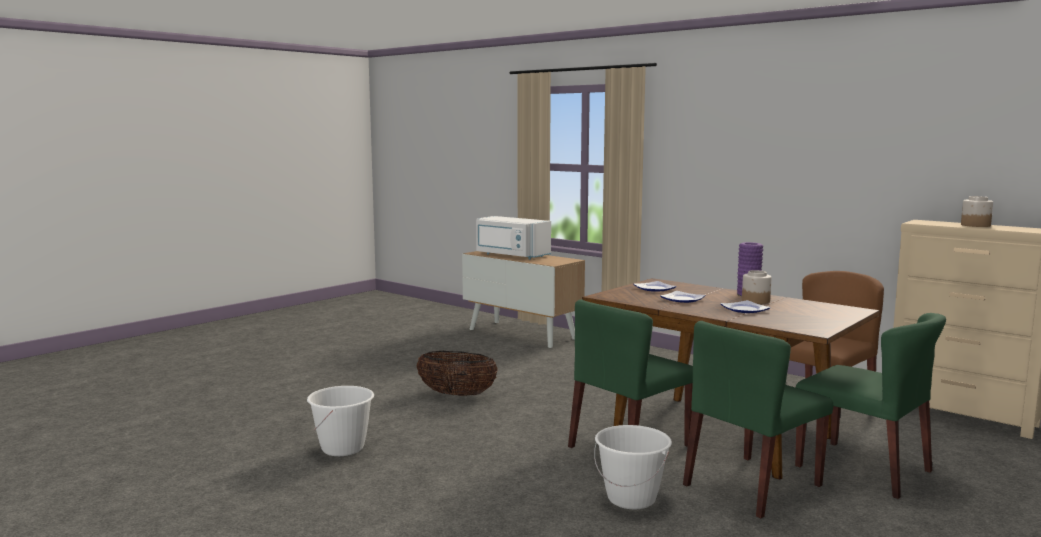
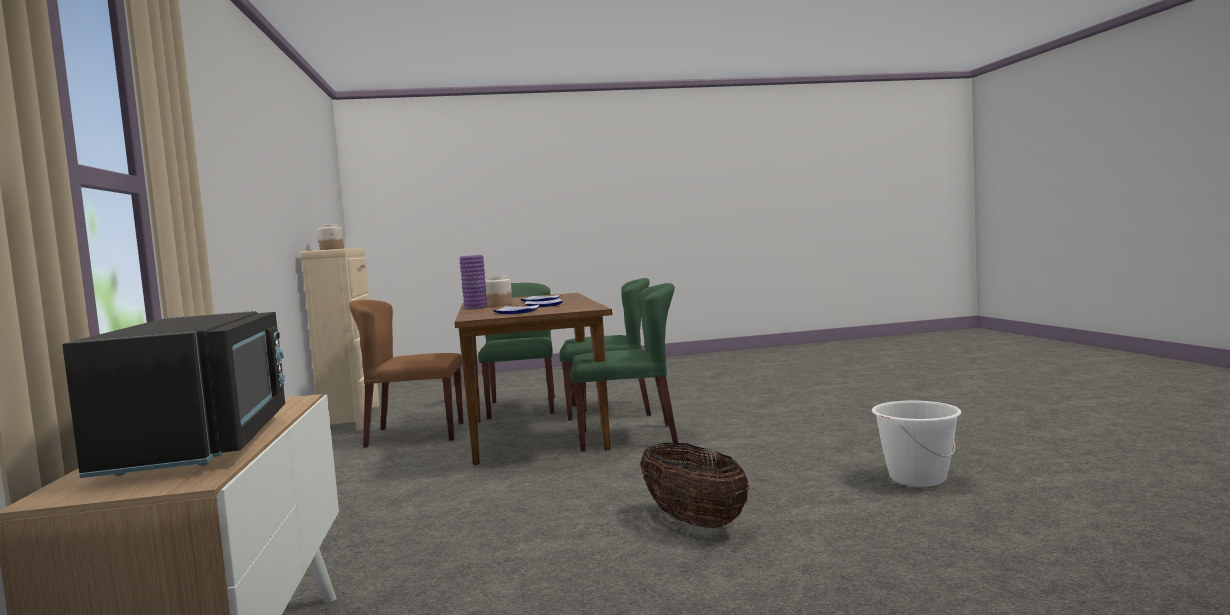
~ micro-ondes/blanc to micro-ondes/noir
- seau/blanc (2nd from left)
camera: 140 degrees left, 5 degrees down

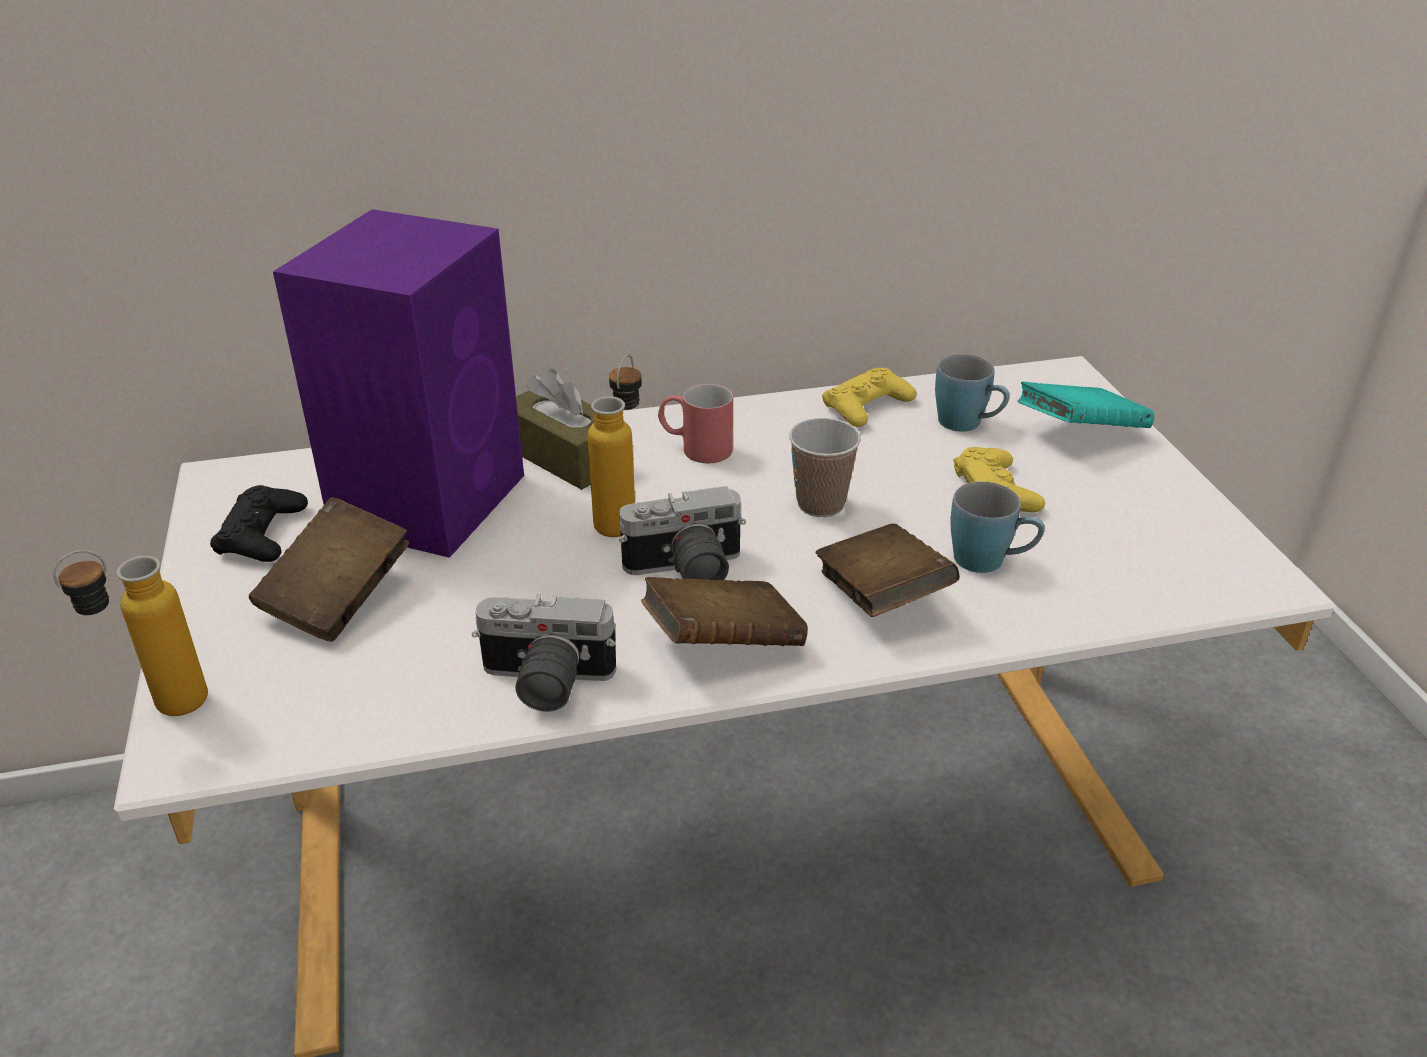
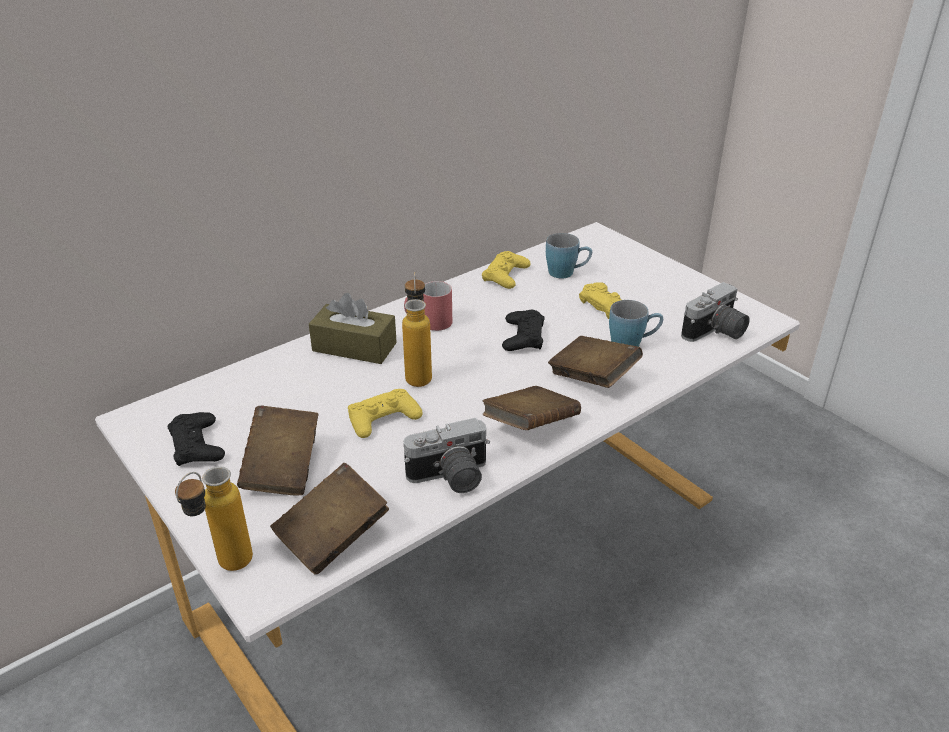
- enceinte/violet
- livre/turquoise
~ tasse to manette/noir (2nd from left)
~ appareil photo (2nd from left)
+ manette/jaune (1st from left)
+ livre/marron (2nd from left)
camera: 25 degrees left, 0 degrees up

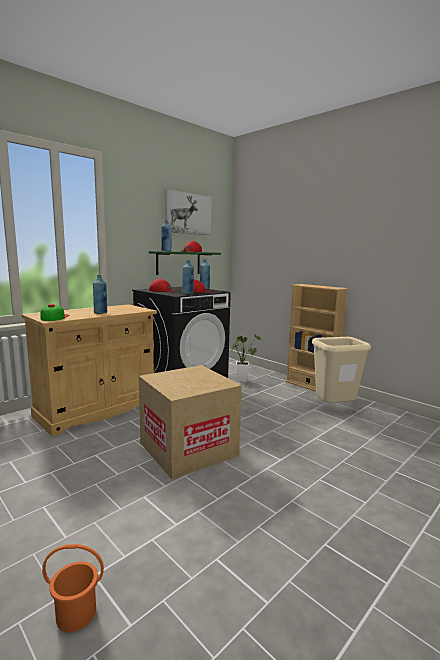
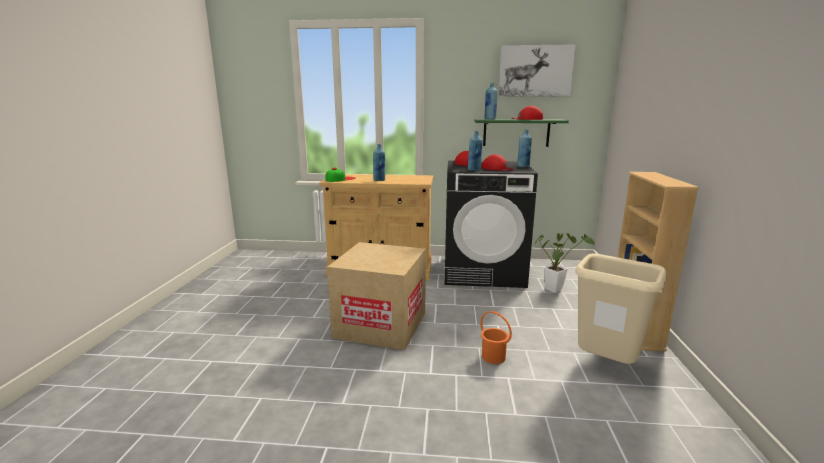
~ seau/orange
camera: 50 degrees right, 5 degrees up

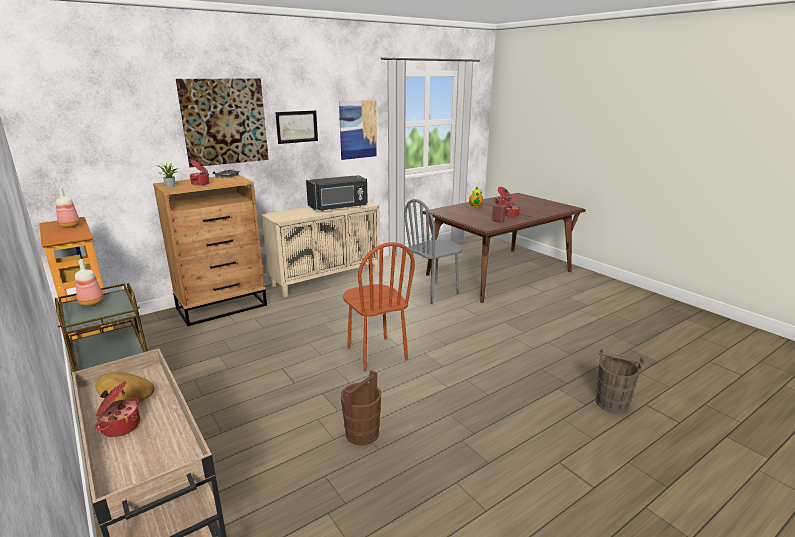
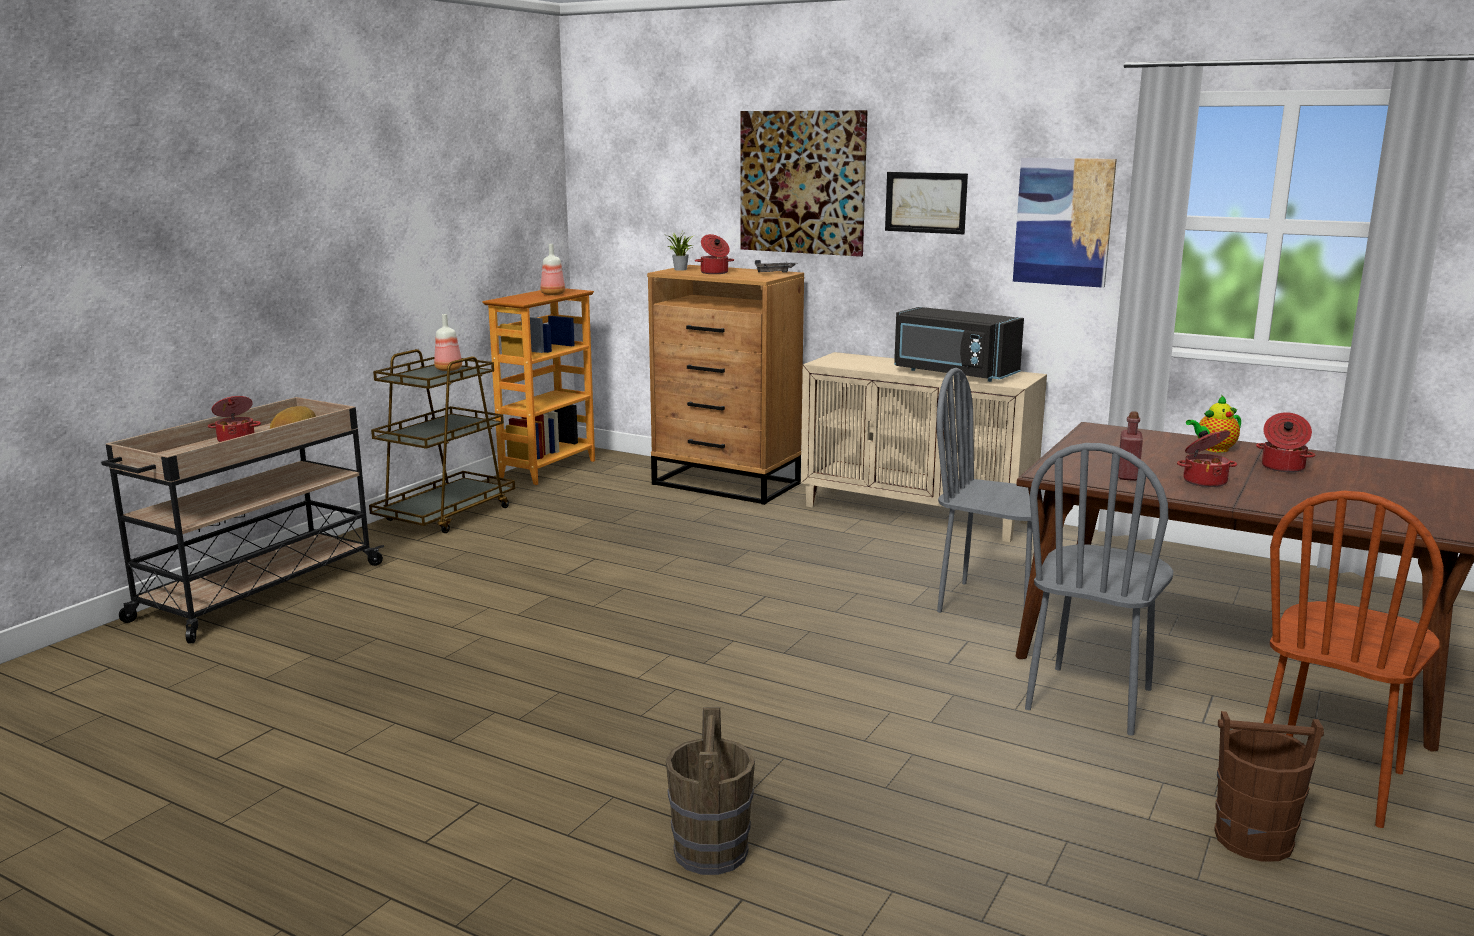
~ chaise/marron
~ seau/marron (1st from left in the first image) to seau/marron (2nd from left)
+ chaise/gris (2nd from left)
camera: 65 degrees right, 5 degrees down

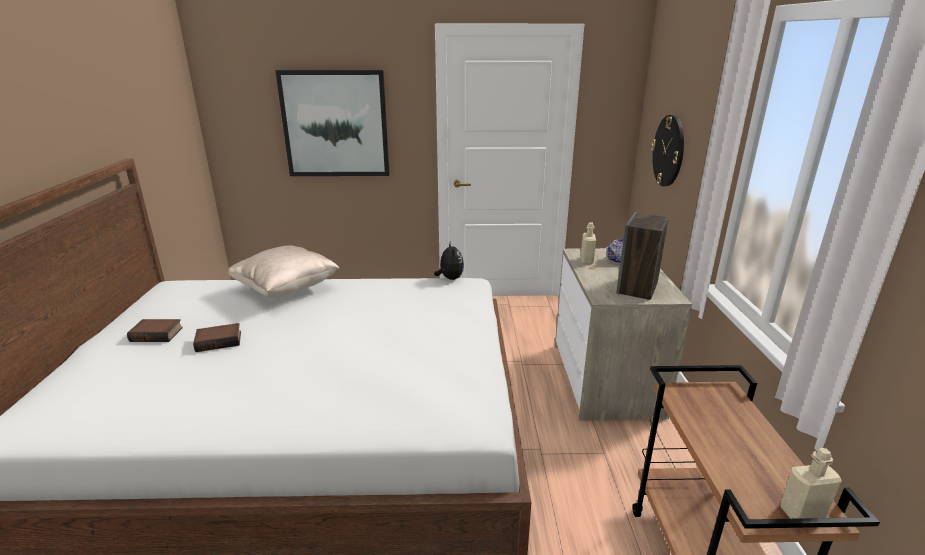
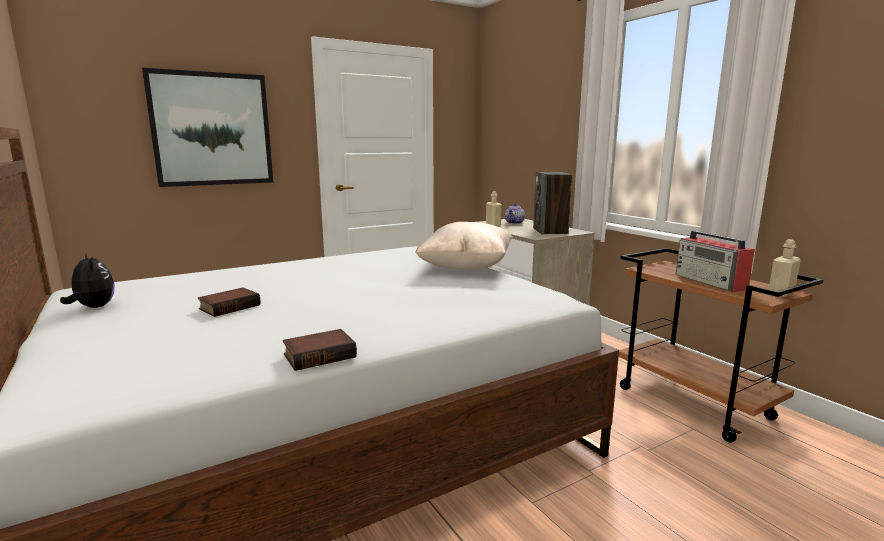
- horloge murale
~ peluche
~ coussin/beige
~ livre (1st from left in the first image) to livre (2nd from left)
+ radio
camera: 30 degrees left, 10 degrees down

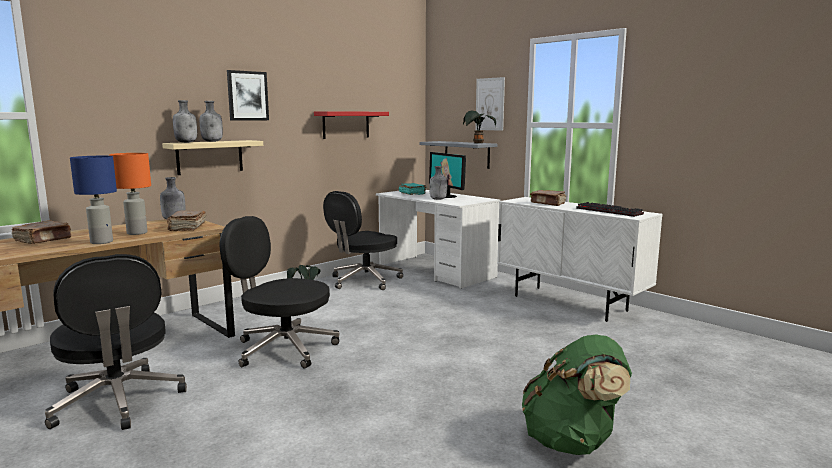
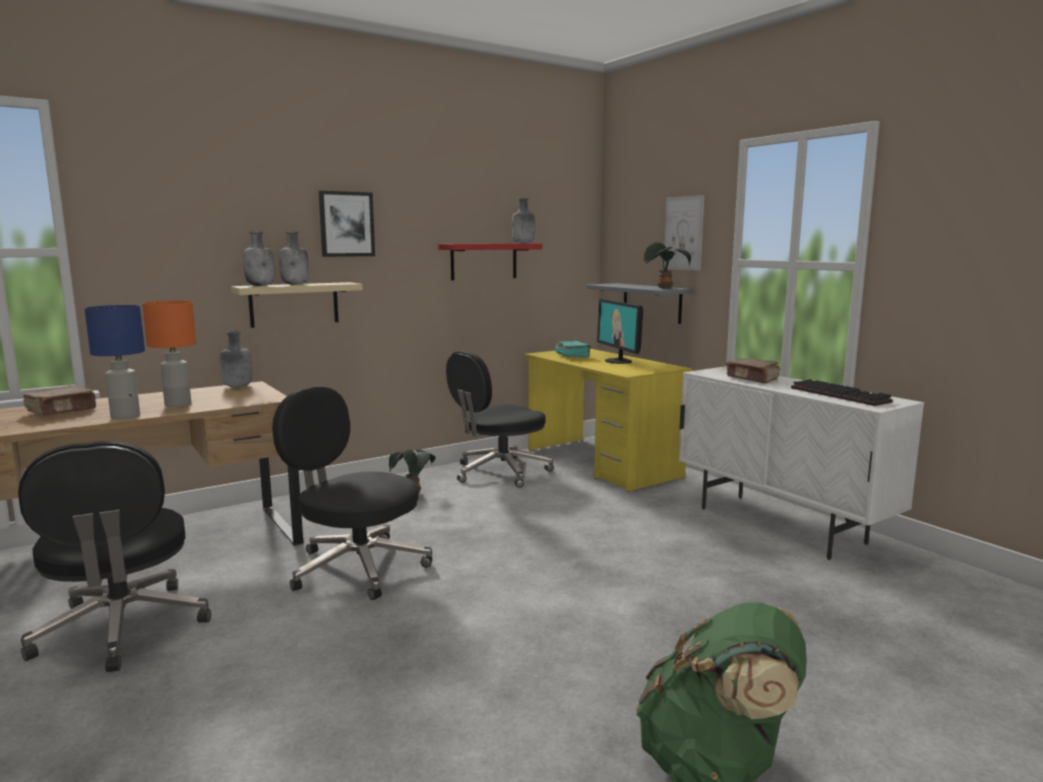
~ bouteille/gris (4th from left)
~ bureau/blanc to bureau/jaune
- livre/marron (2nd from left)
camera: 10 degrees right, 0 degrees up

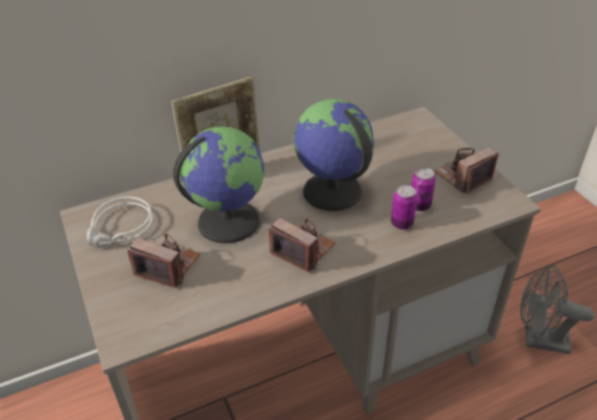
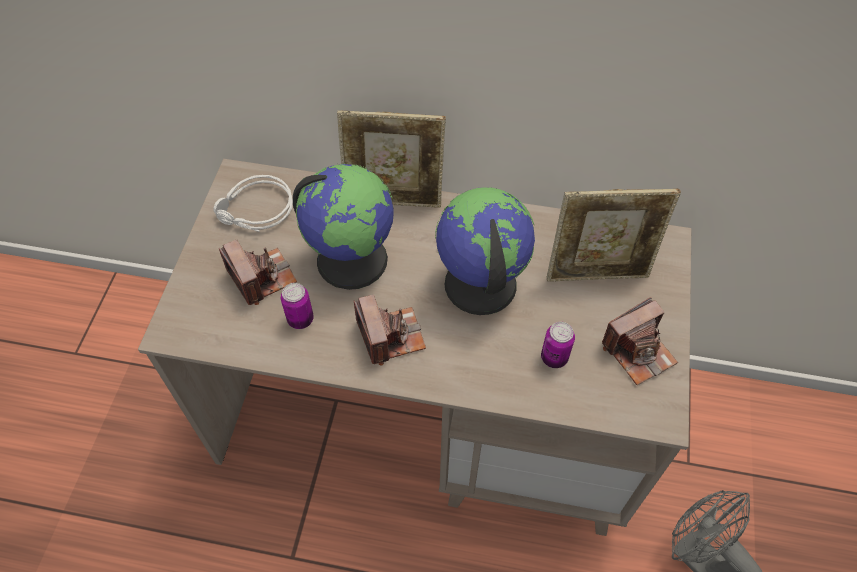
~ appareil photo (3rd from left) 150 degrees clockwise
~ boîte métallique (1st from left)
+ cadre photo (2nd from left)
camera: 35 degrees right, 15 degrees up

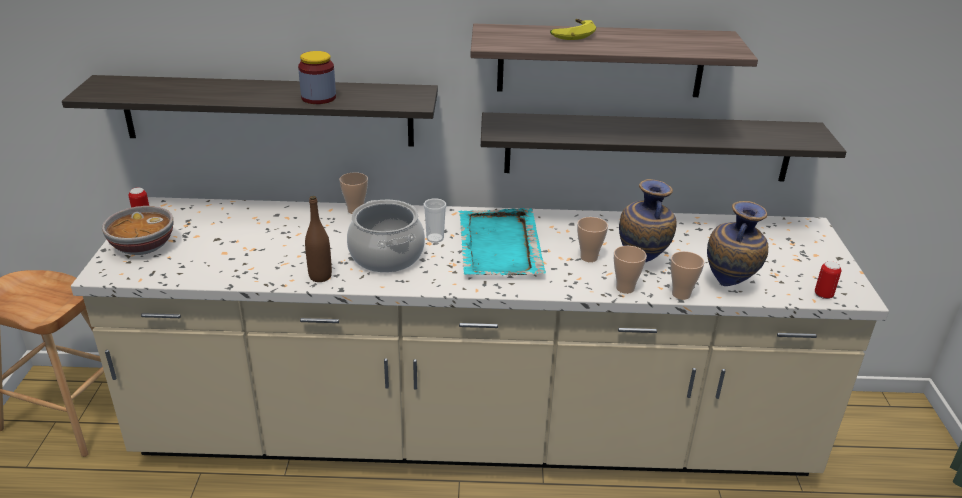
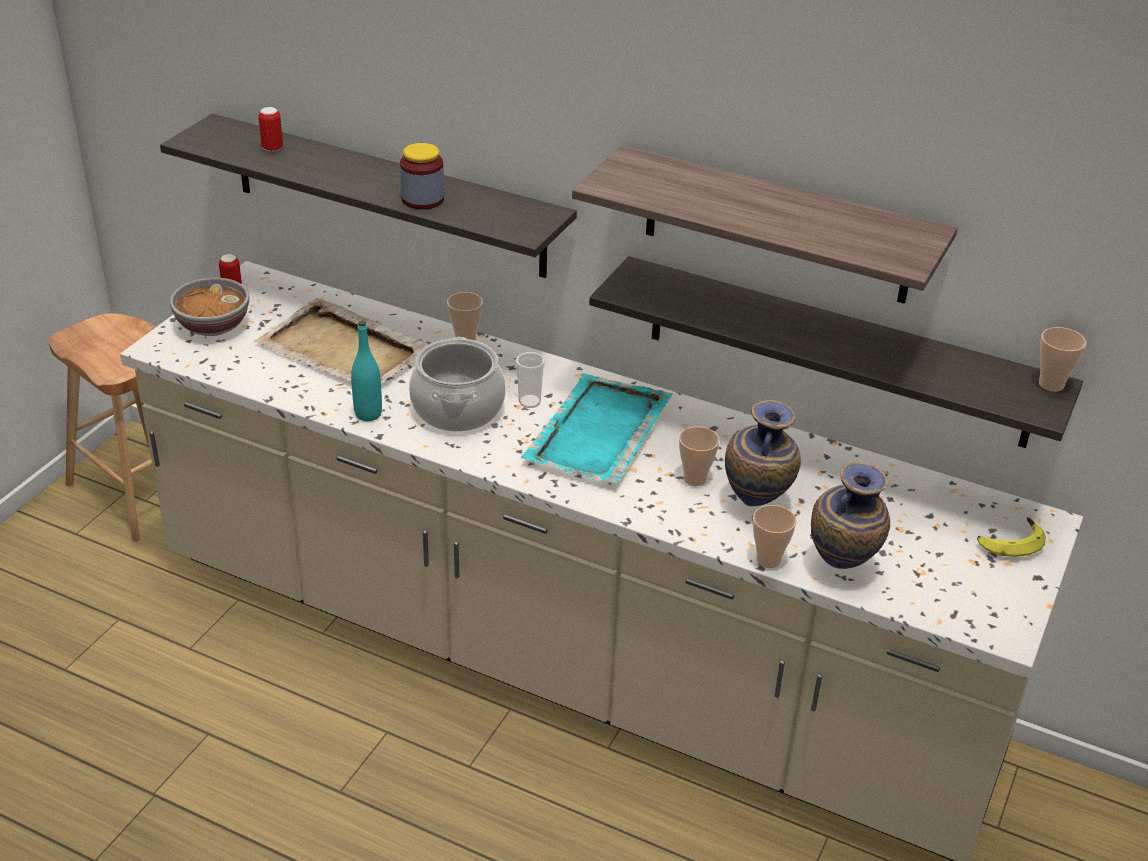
~ banane
~ bouteille/marron to bouteille/turquoise
~ tasse (4th from left in the first image) to tasse (5th from left)
~ boîte métallique (2nd from left)
+ plateau/beige
camera: 25 degrees right, 5 degrees up

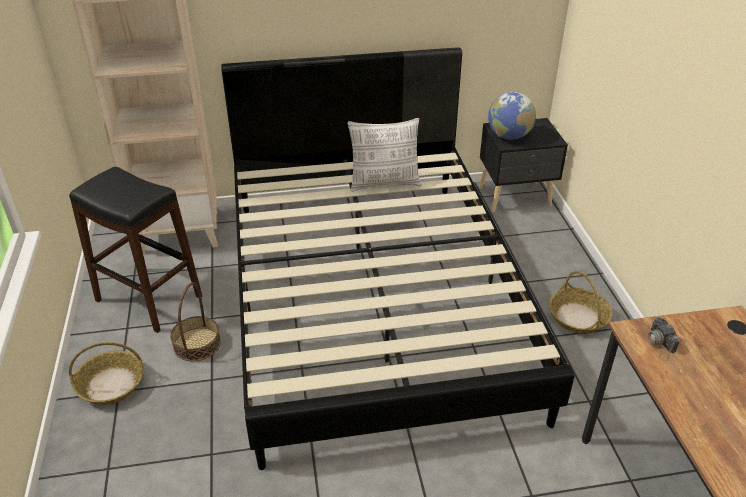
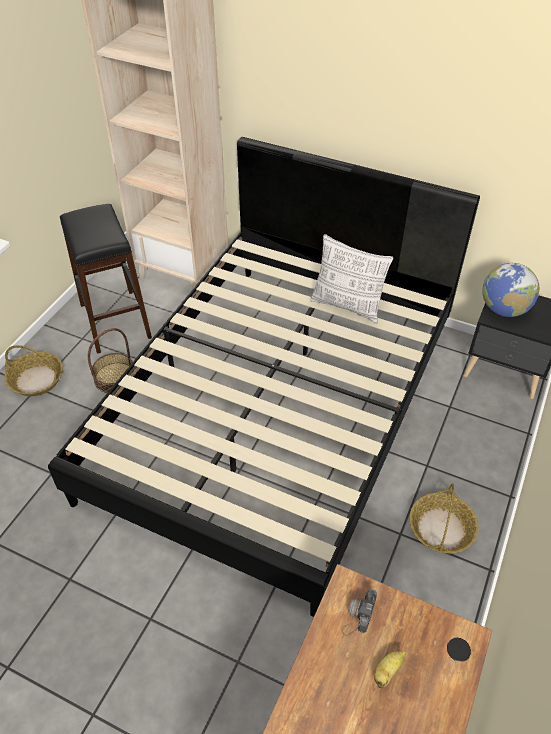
+ banane
camera: 35 degrees right, 10 degrees up

